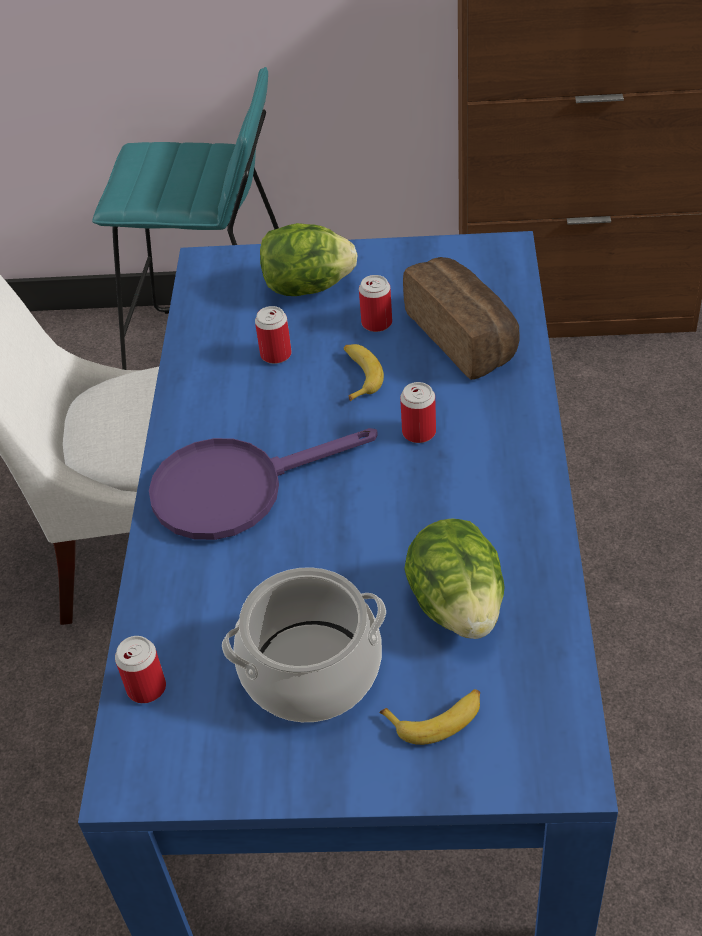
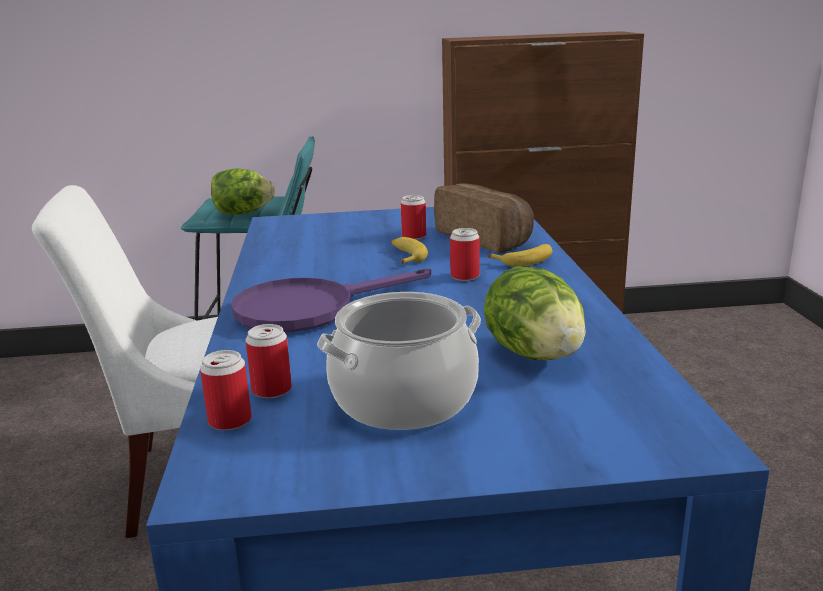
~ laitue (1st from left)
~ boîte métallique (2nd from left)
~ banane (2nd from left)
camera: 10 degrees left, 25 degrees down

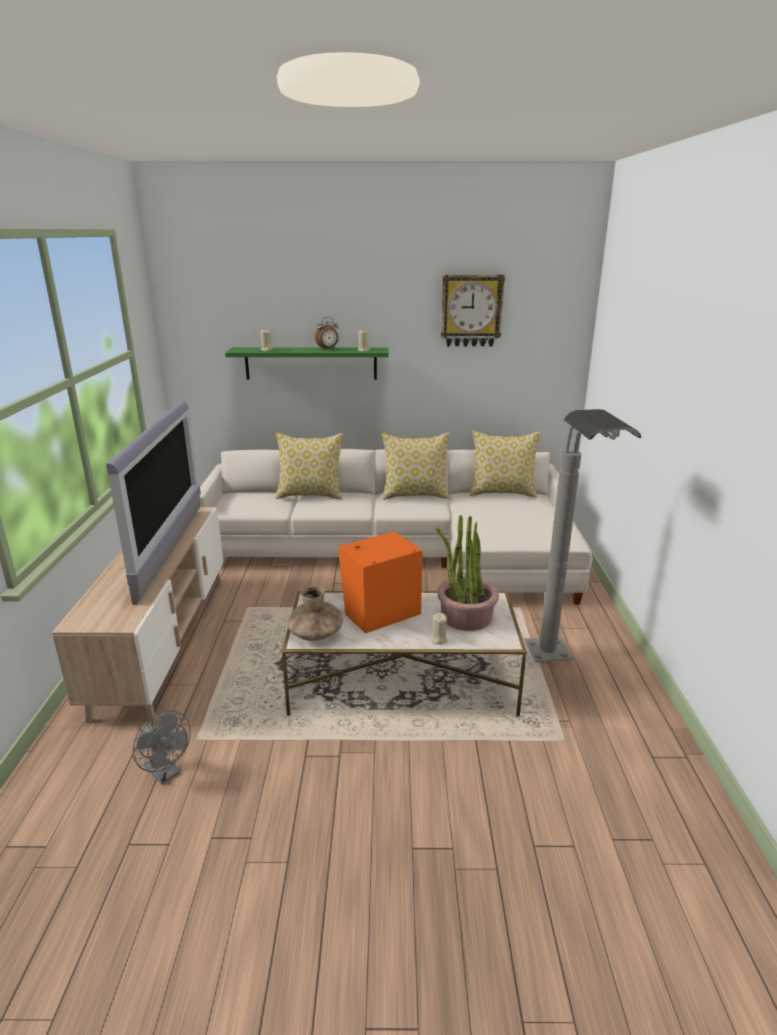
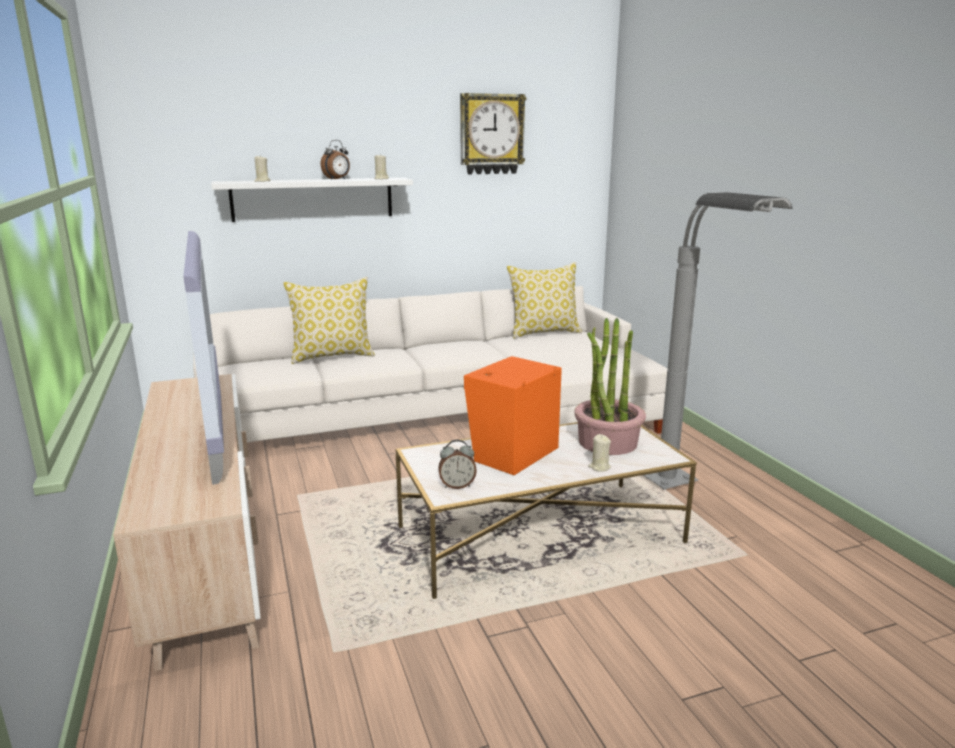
~ étagère/vert to étagère/blanc
- coussin (2nd from left)
~ vase/marron to réveil (2nd from left)
- ventilateur/gris
camera: 20 degrees left, 5 degrees down

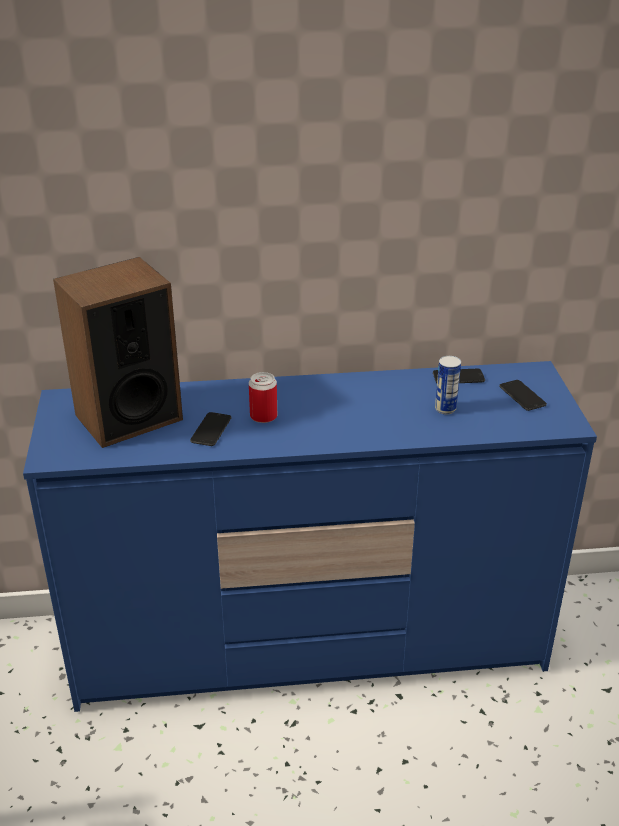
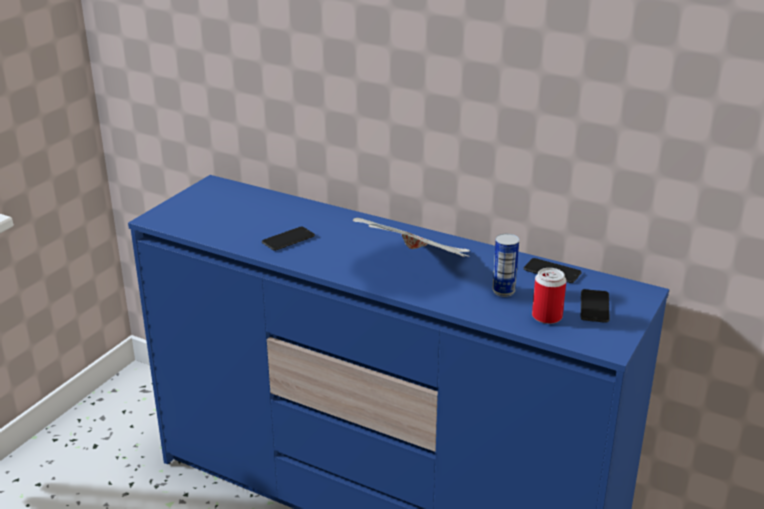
- enceinte
~ boîte métallique (1st from left in the first image) to boîte métallique (2nd from left)
+ journal
camera: 35 degrees right, 5 degrees down

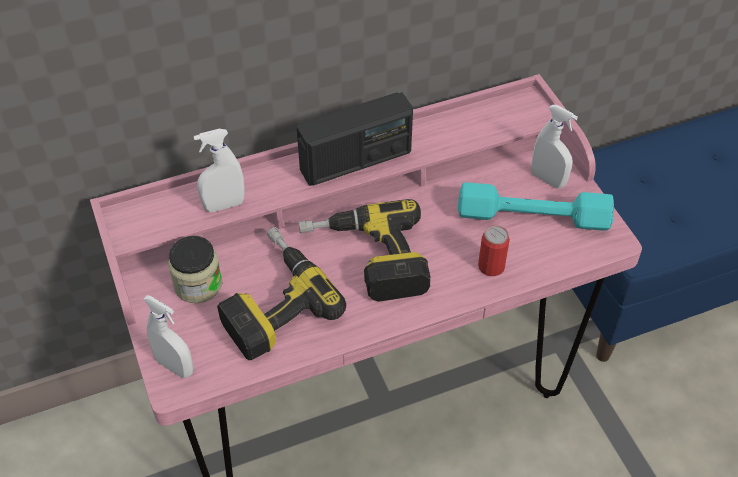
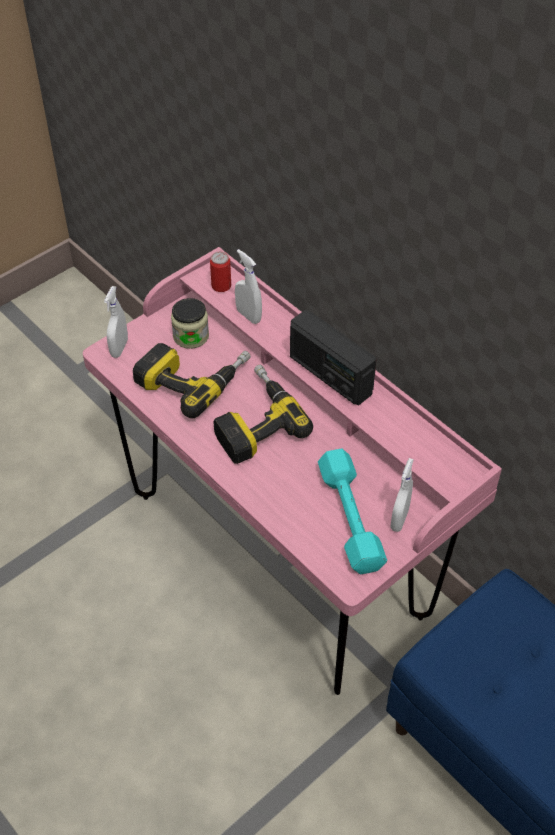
~ boîte métallique
camera: 70 degrees right, 0 degrees up

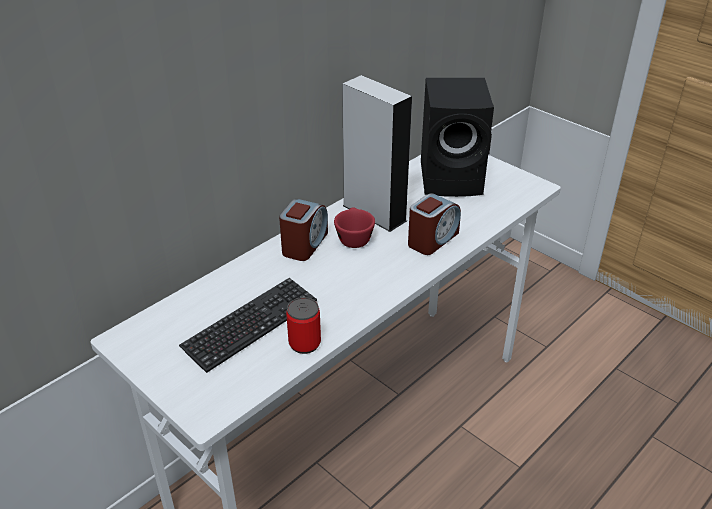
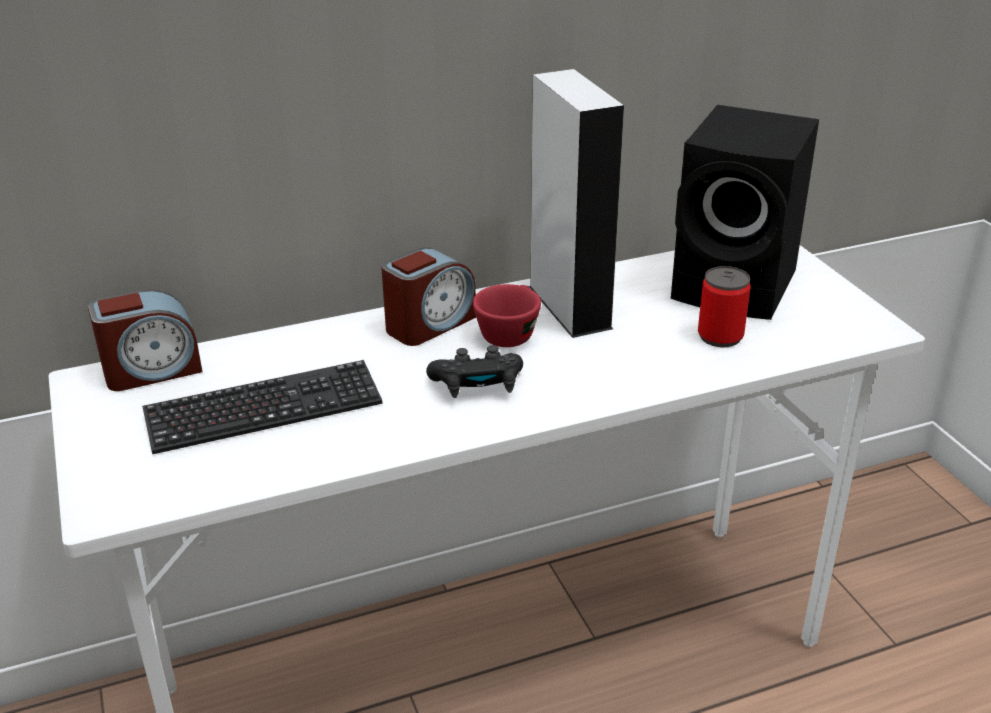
~ réveil (2nd from left in the first image) to réveil (1st from left)
~ boîte métallique
+ manette/noir
camera: 25 degrees right, 5 degrees down

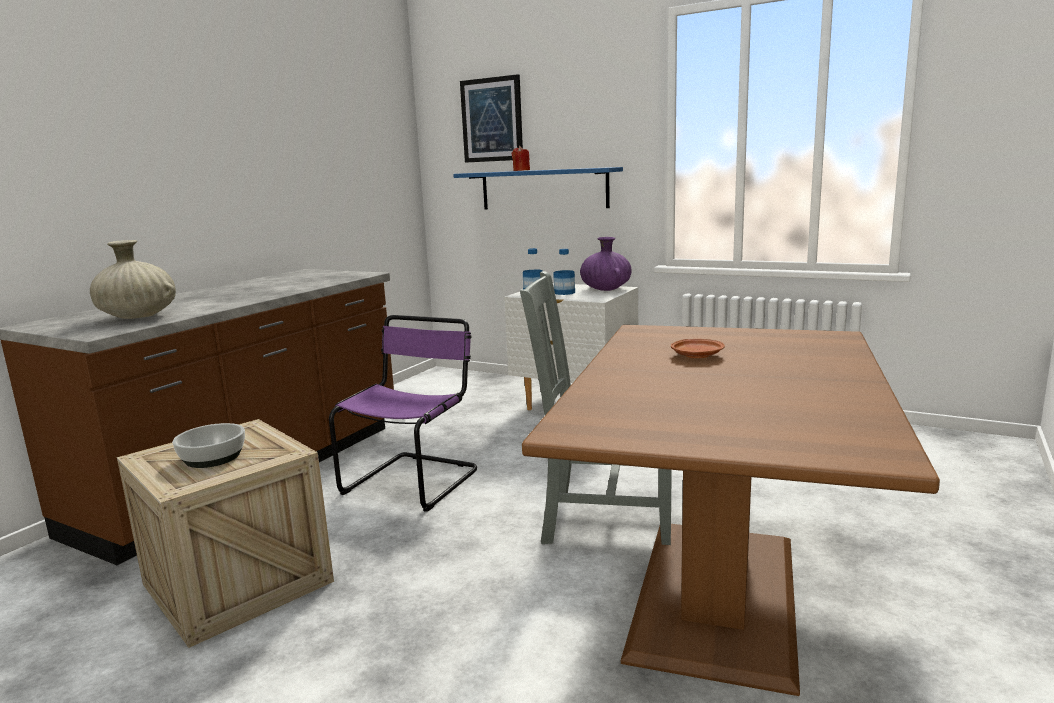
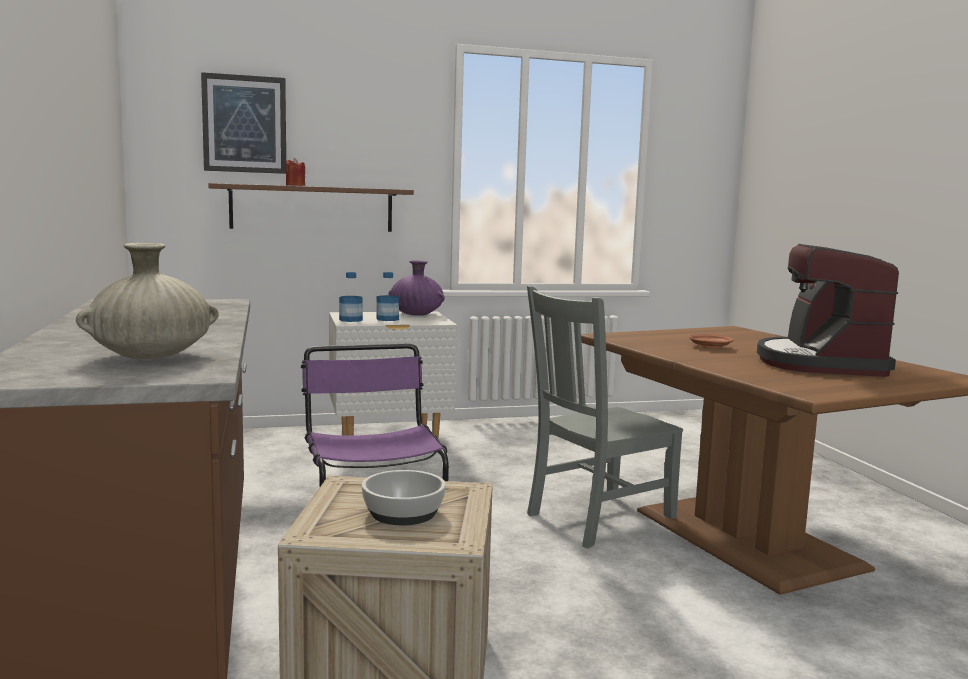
~ étagère/bleu to étagère/marron
+ machine à café
camera: 45 degrees left, 5 degrees down

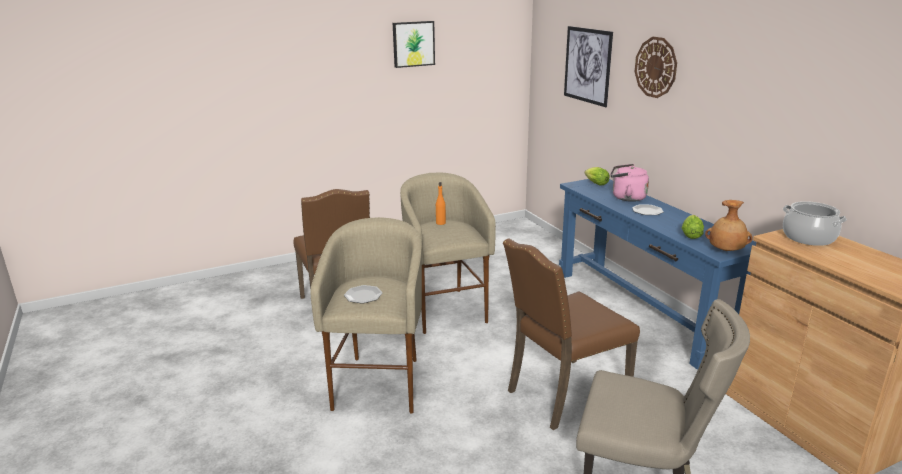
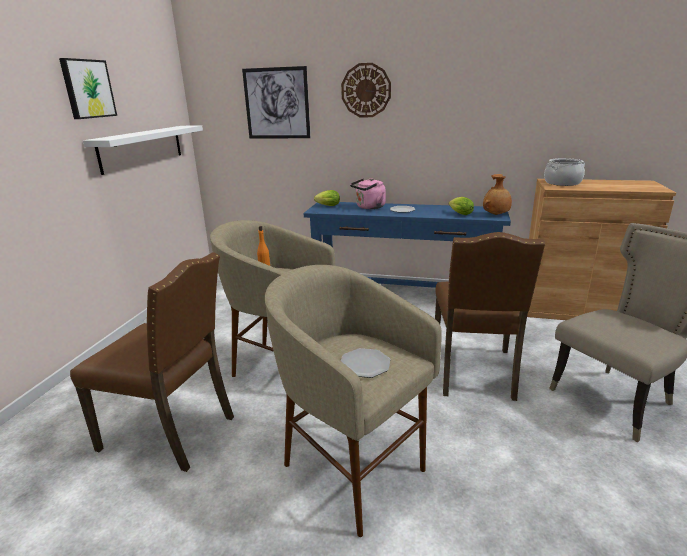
+ étagère/blanc
camera: 50 degrees left, 0 degrees up

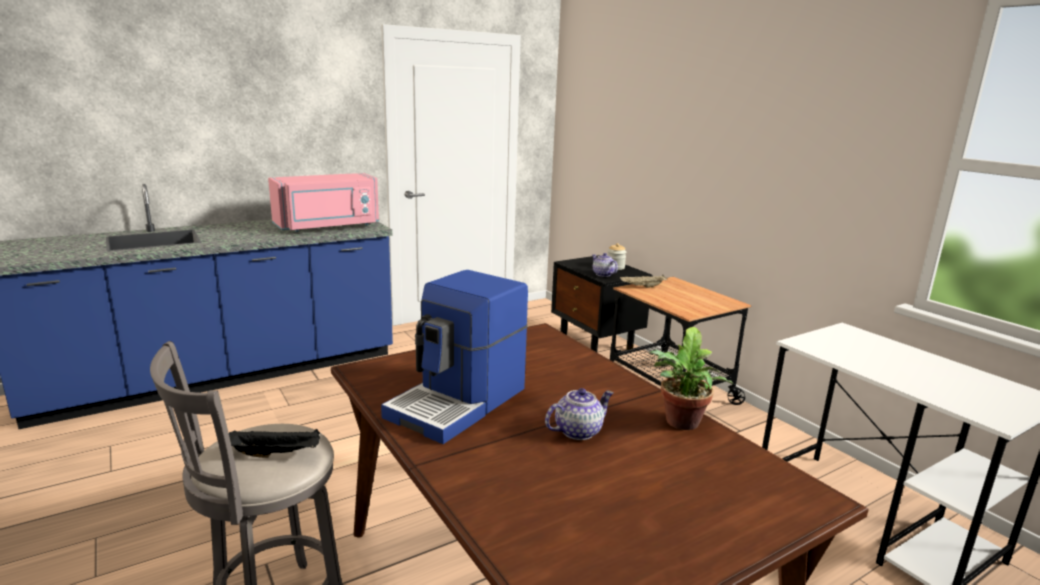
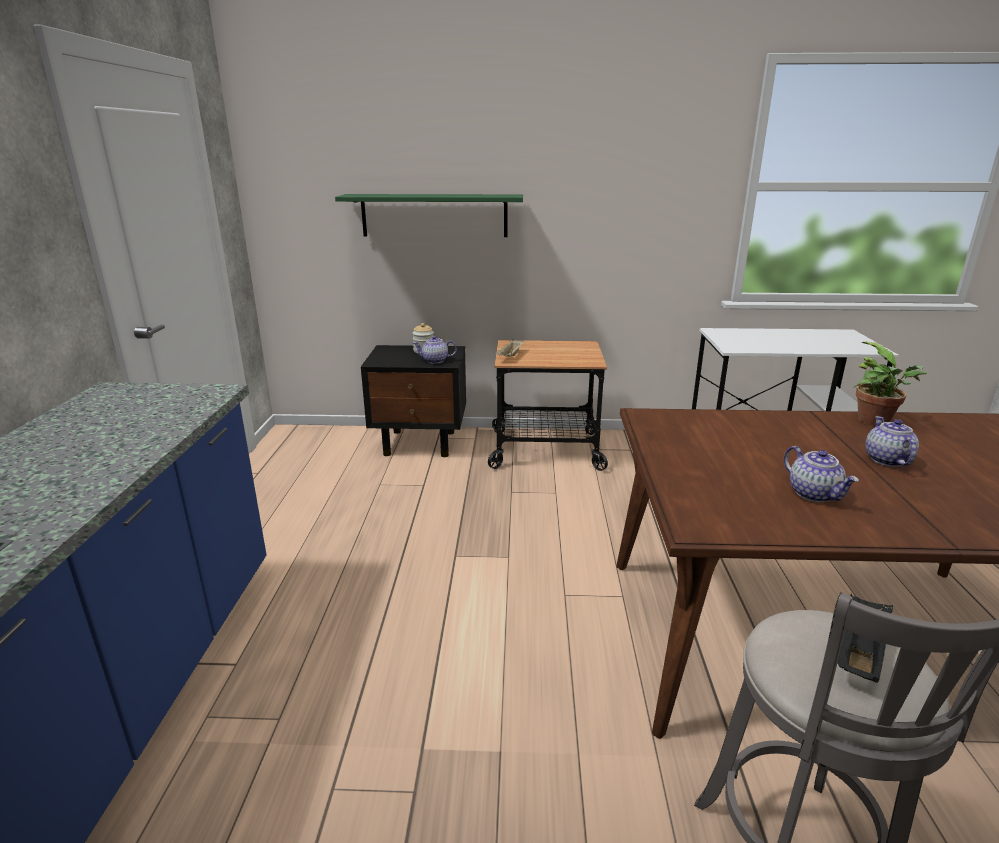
- micro-ondes/rose
~ machine à café to théière (2nd from left)
+ étagère/vert
camera: 55 degrees left, 5 degrees up

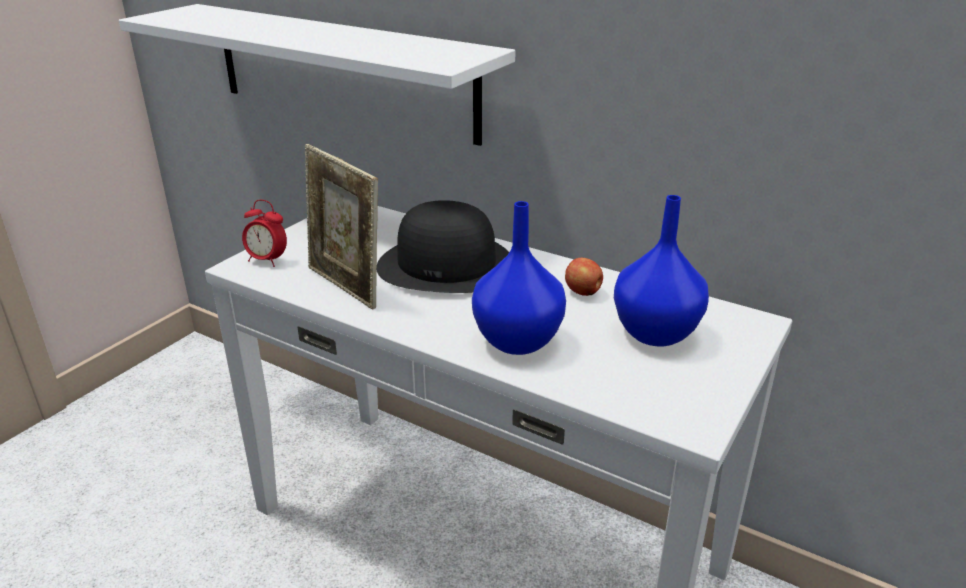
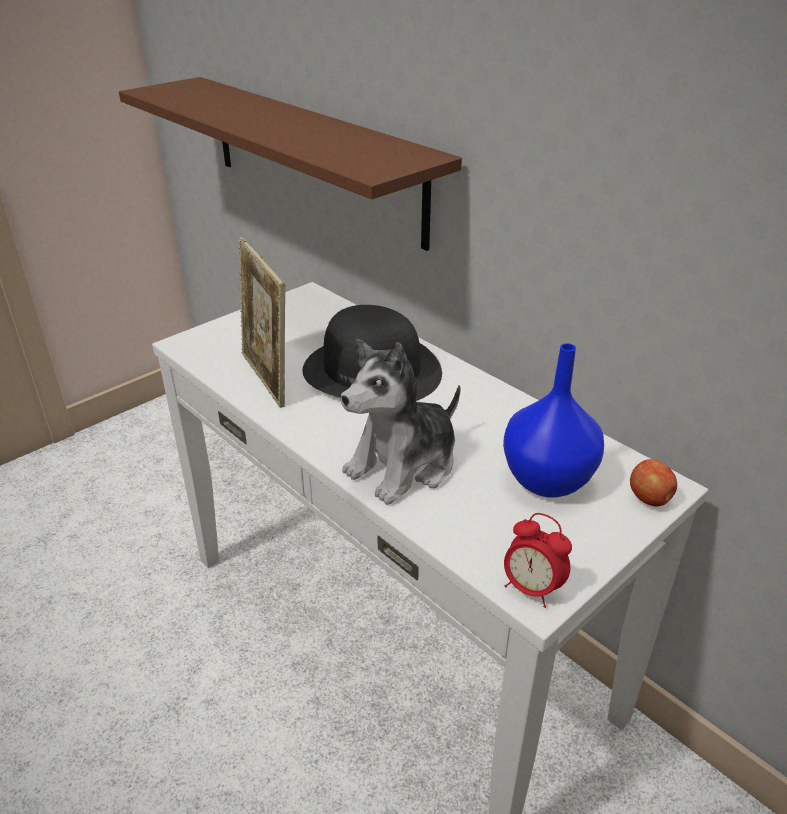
~ étagère/blanc to étagère/marron
~ réveil
~ vase/bleu (1st from left) to peluche
~ pomme
camera: 15 degrees right, 5 degrees up

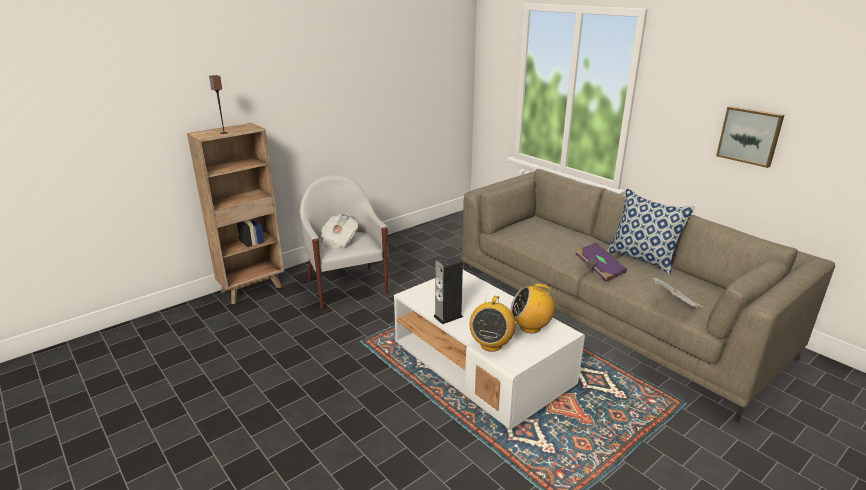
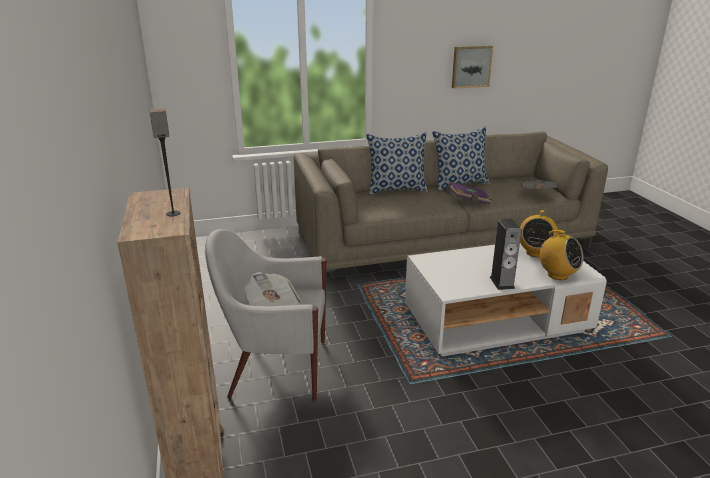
+ coussin (1st from left)
camera: 65 degrees left, 0 degrees up

